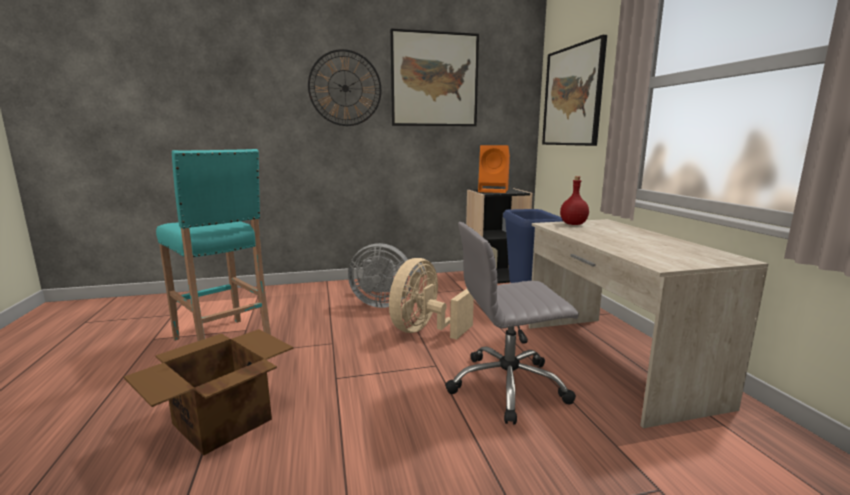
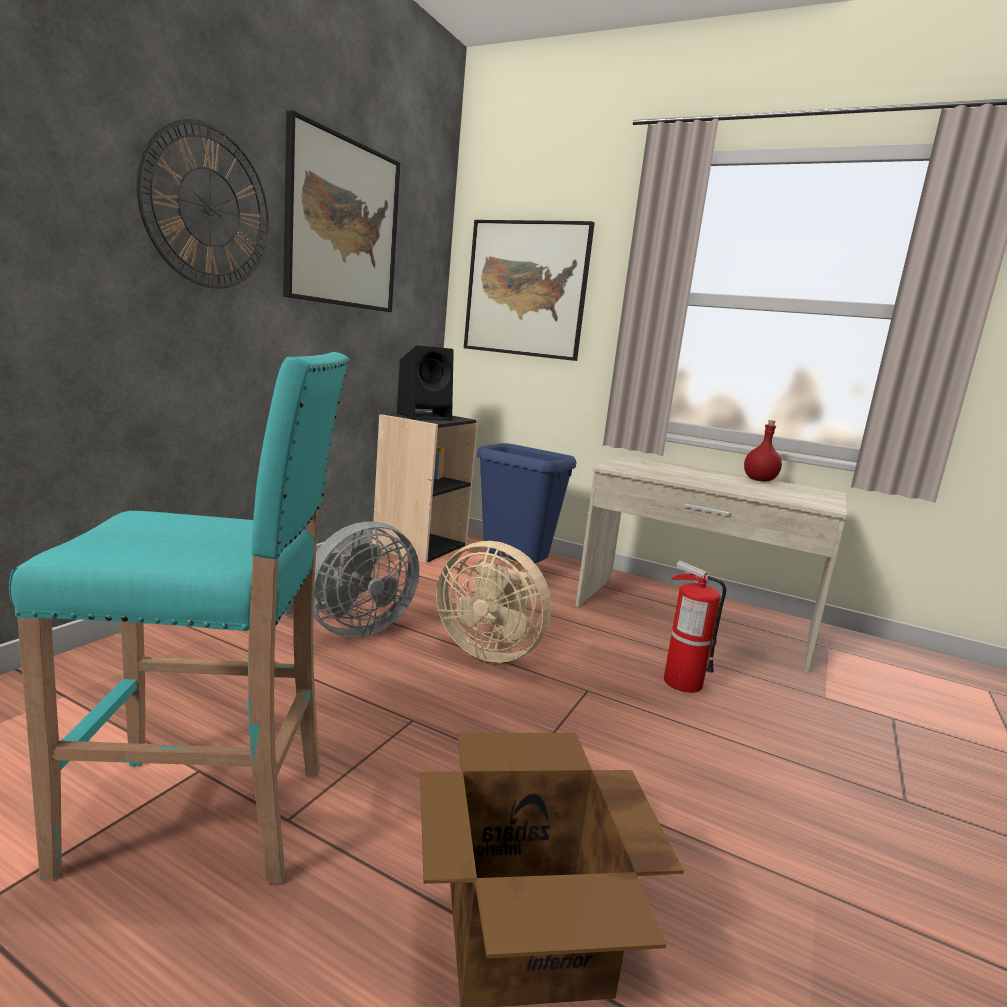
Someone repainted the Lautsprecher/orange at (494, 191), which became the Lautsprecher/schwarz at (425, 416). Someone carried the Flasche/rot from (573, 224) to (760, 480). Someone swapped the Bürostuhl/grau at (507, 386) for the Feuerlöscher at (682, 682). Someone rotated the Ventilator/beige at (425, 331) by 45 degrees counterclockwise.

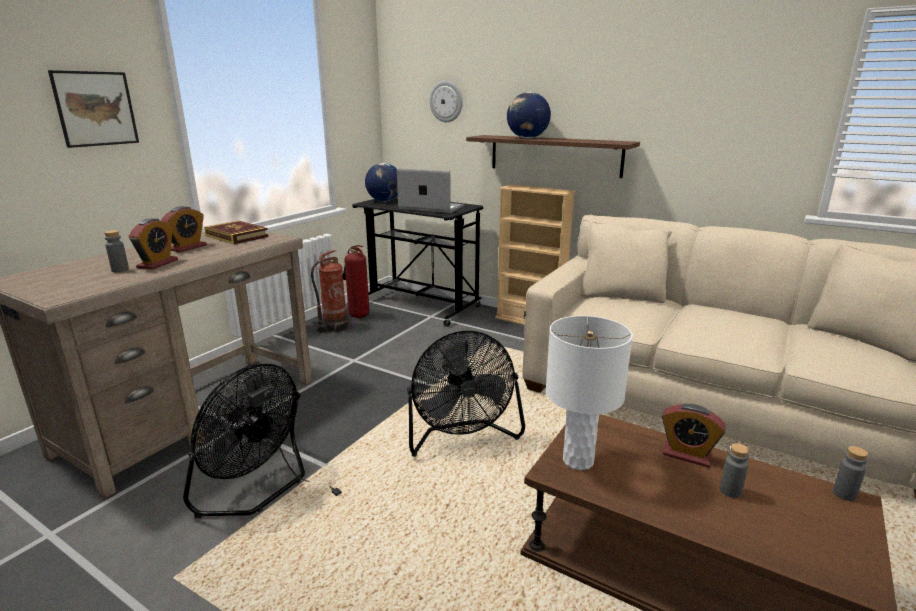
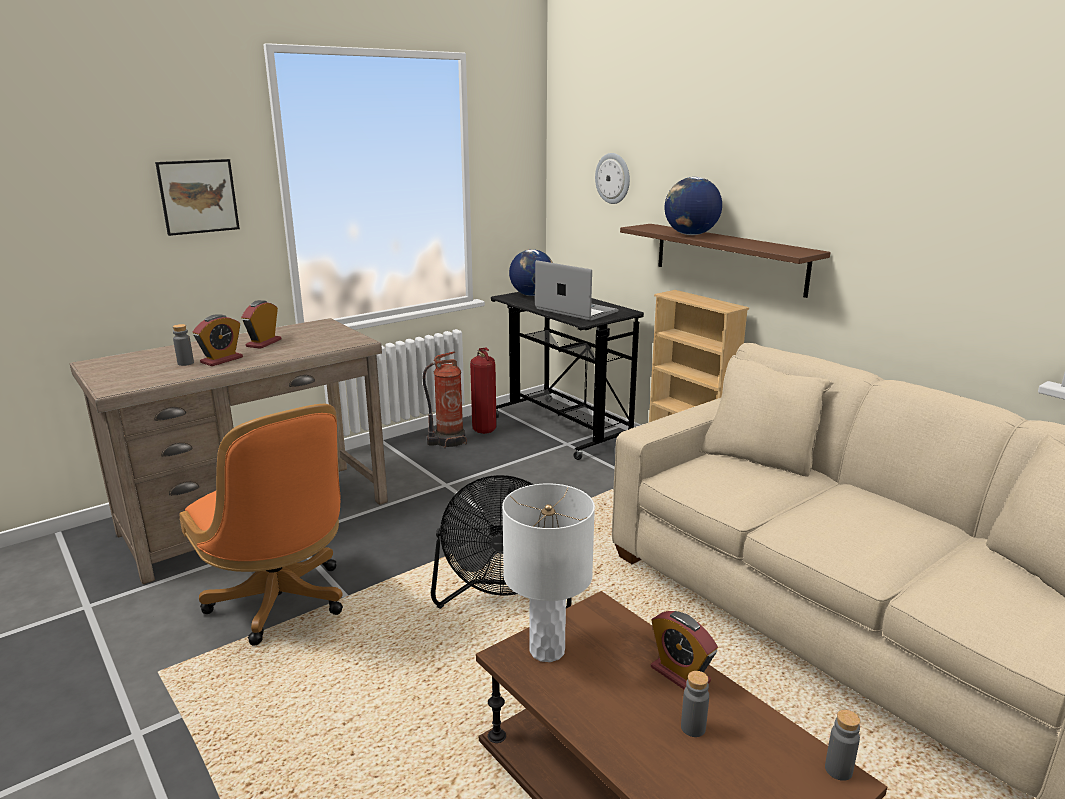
Someone rotated the Wecker at (187, 247) by 150 degrees clockwise. Someone took away the Buch at (236, 236). Someone swapped the Ventilator/schwarz at (271, 486) for the Bürostuhl/orange at (284, 607).

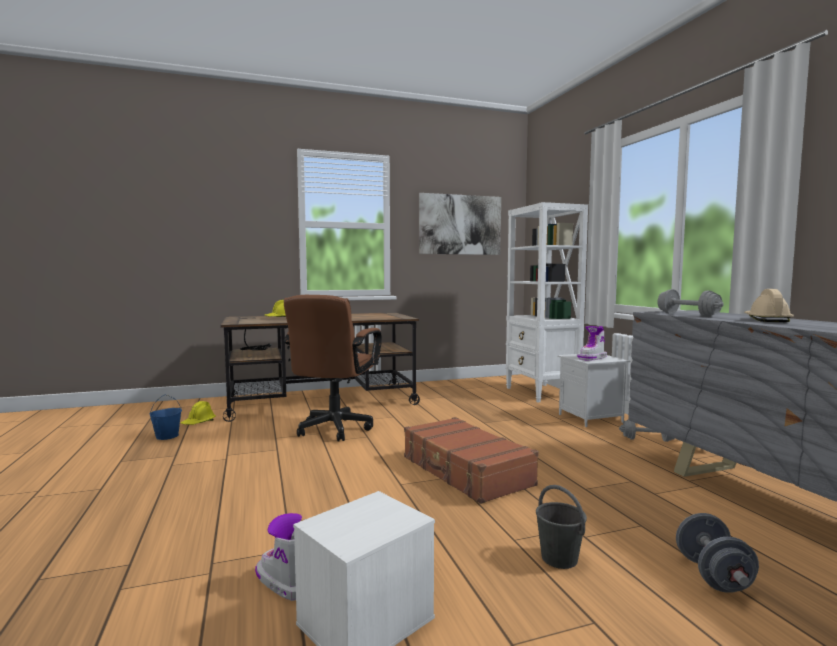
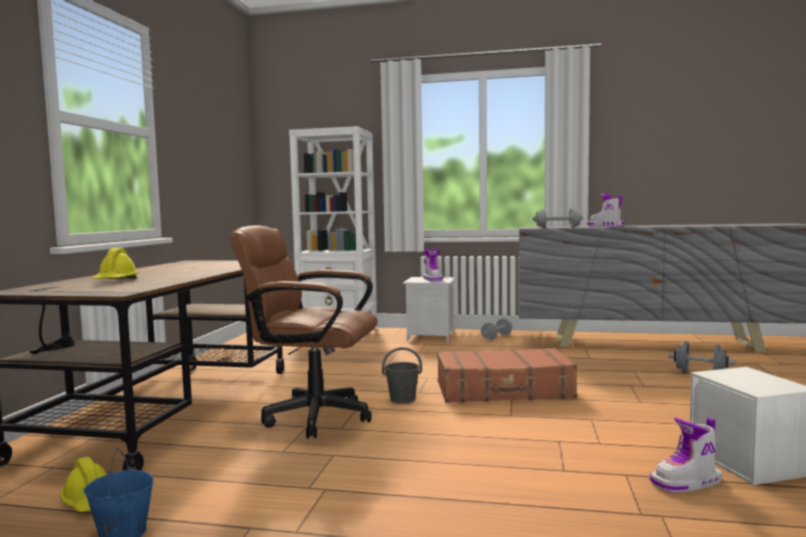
Someone took away the Bild at (460, 224). Someone swapped the Schutzhelm/beige at (766, 320) for the Stiefel at (605, 226). Someone rotated the Bürostuhl/braun at (333, 431) by 150 degrees clockwise. Someone carried the Eimer/grau from (558, 558) to (402, 399).

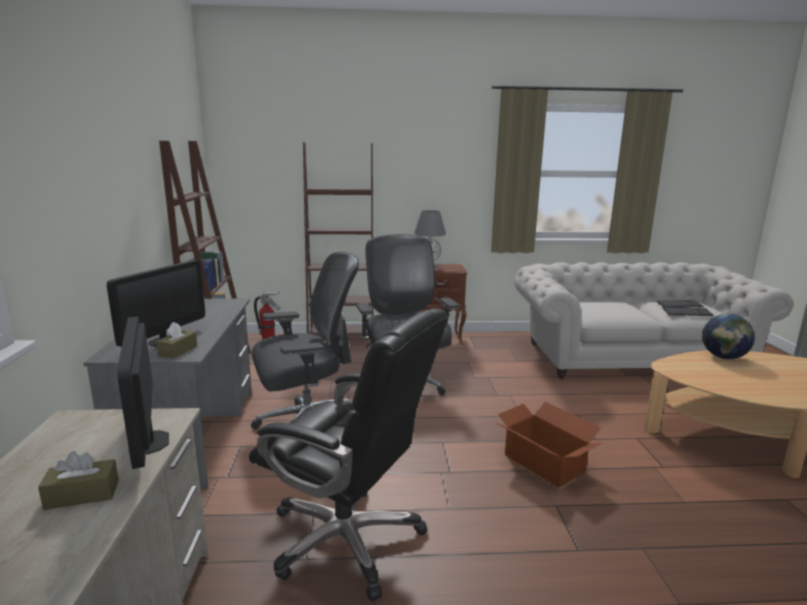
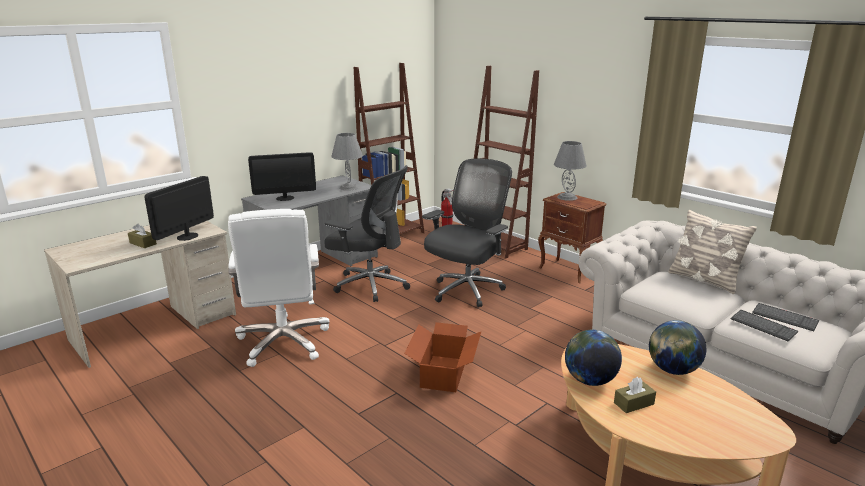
Someone repainted the Bürostuhl/schwarz at (347, 540), which became the Bürostuhl/weiß at (283, 341). Someone carried the Taschentuchbox/braun from (178, 351) to (633, 403). Someone put down the Tischlampe/grau at (348, 187). Someone put down the Kissen/beige at (704, 280). Someone put down the Globus at (590, 381).

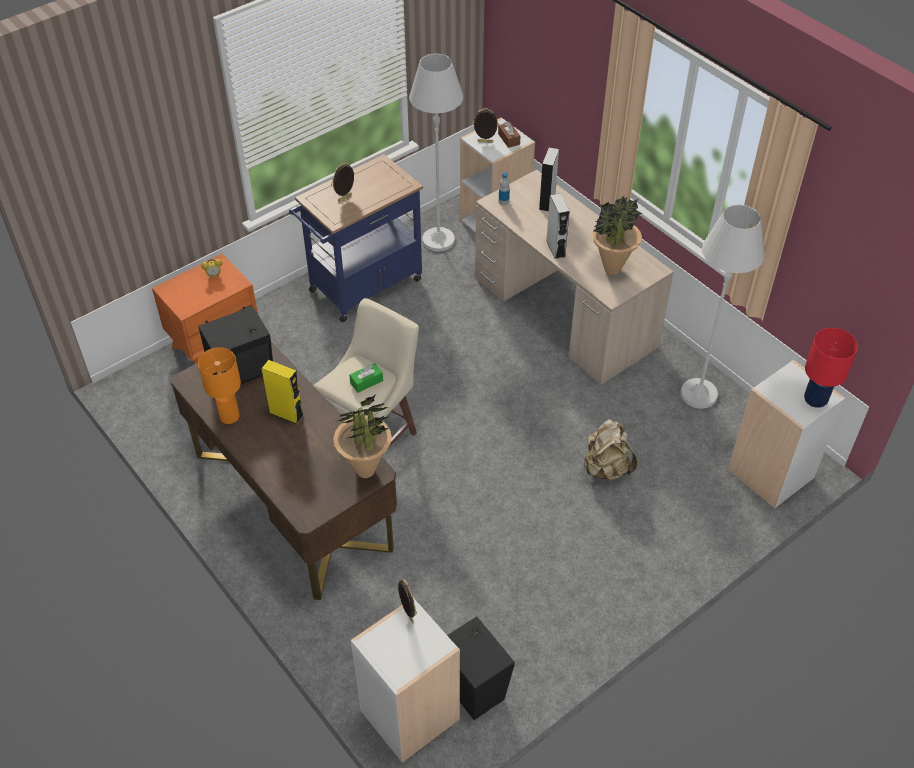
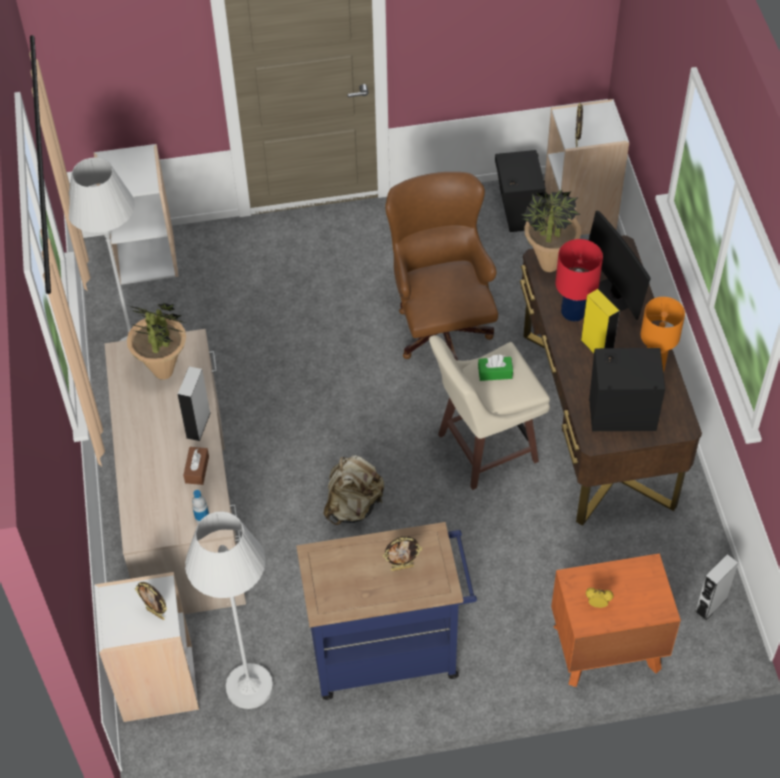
Someone carried the Taschentuchbox/braun from (509, 139) to (197, 469). Someone carried the Lautsprecher/grau from (547, 201) to (711, 605). Someone carried the Tischlampe/rot from (815, 400) to (573, 314). Someone carried the Rucksack/beige from (606, 468) to (353, 506). Someone put down the Bürostuhl/braun at (441, 328). Someone put down the Monitor at (615, 295).

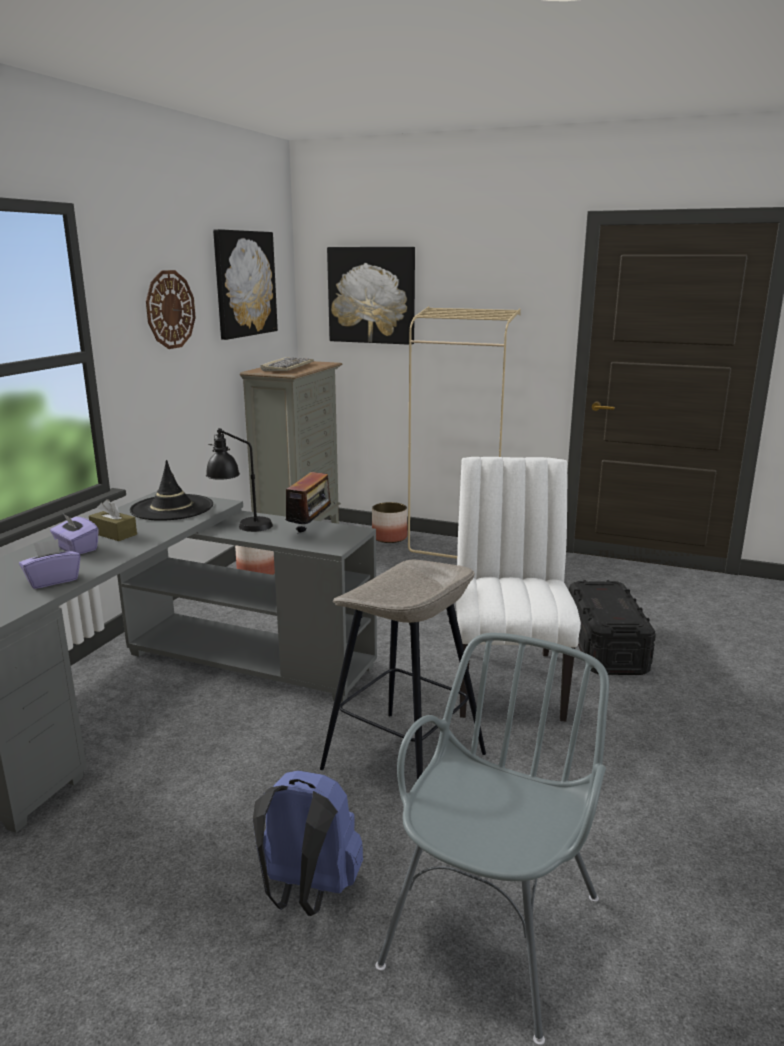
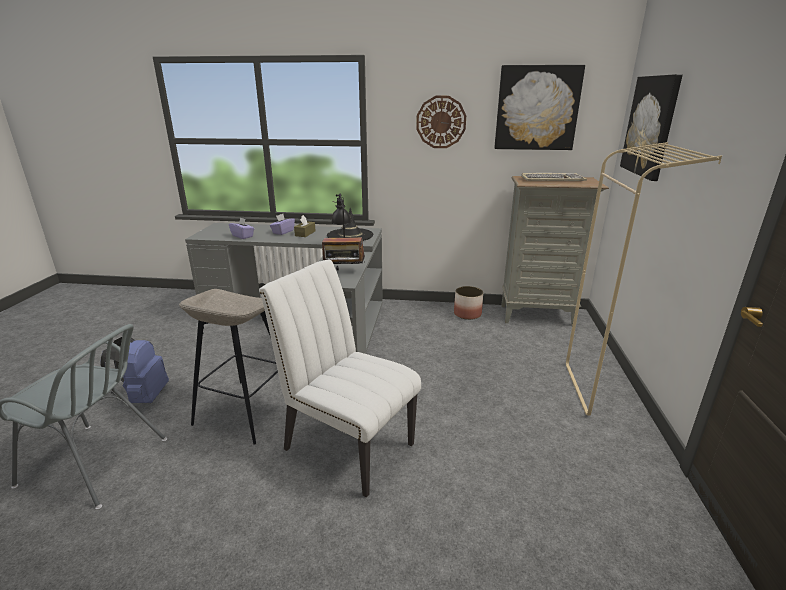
Someone rotated the Stuhl/weiß at (508, 684) by 135 degrees counterclockwise. Someone took away the Pflanzkübel at (389, 537). Someone took away the Aufbewahrungsbox/schwarz at (605, 646).

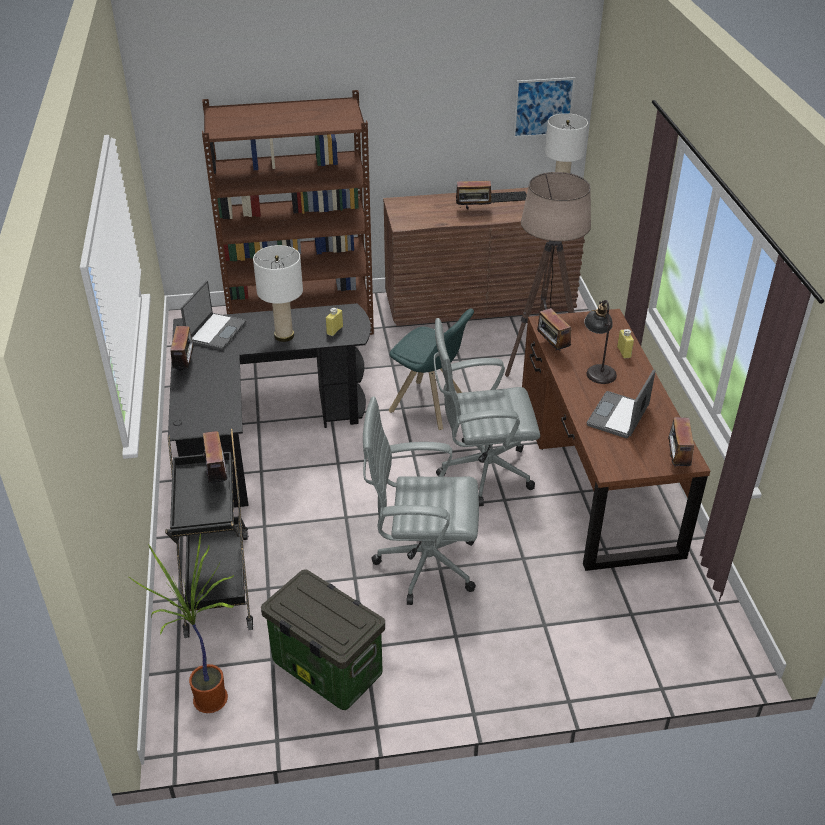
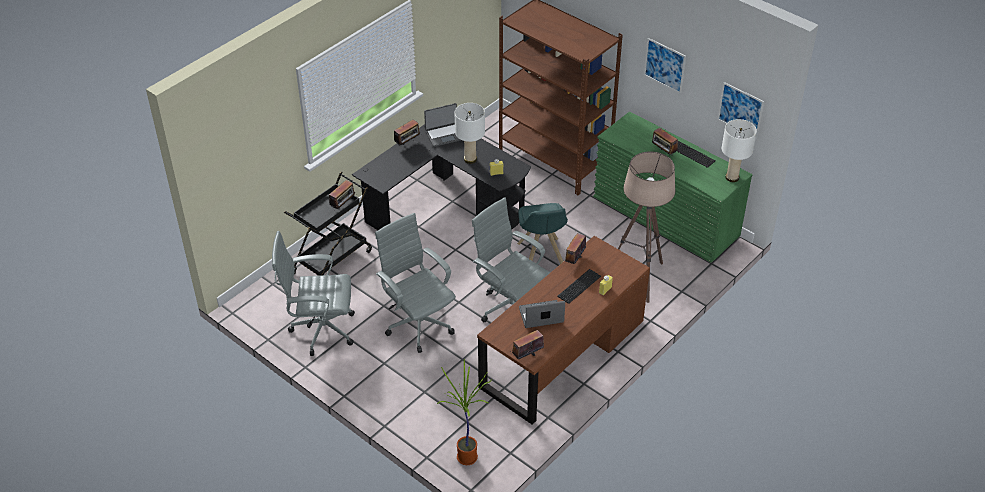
Someone repainted the Kommode/braun at (479, 303), which became the Kommode/grün at (665, 219). Someone swapped the Tischlampe/grau at (597, 366) for the Tastatur at (578, 286). Someone carried the Topfpflanze from (212, 702) to (466, 459). Someone swapped the Aufbewahrungsbox at (325, 668) for the Bürostuhl/grau at (320, 330). Someone put up the Bild at (664, 65).

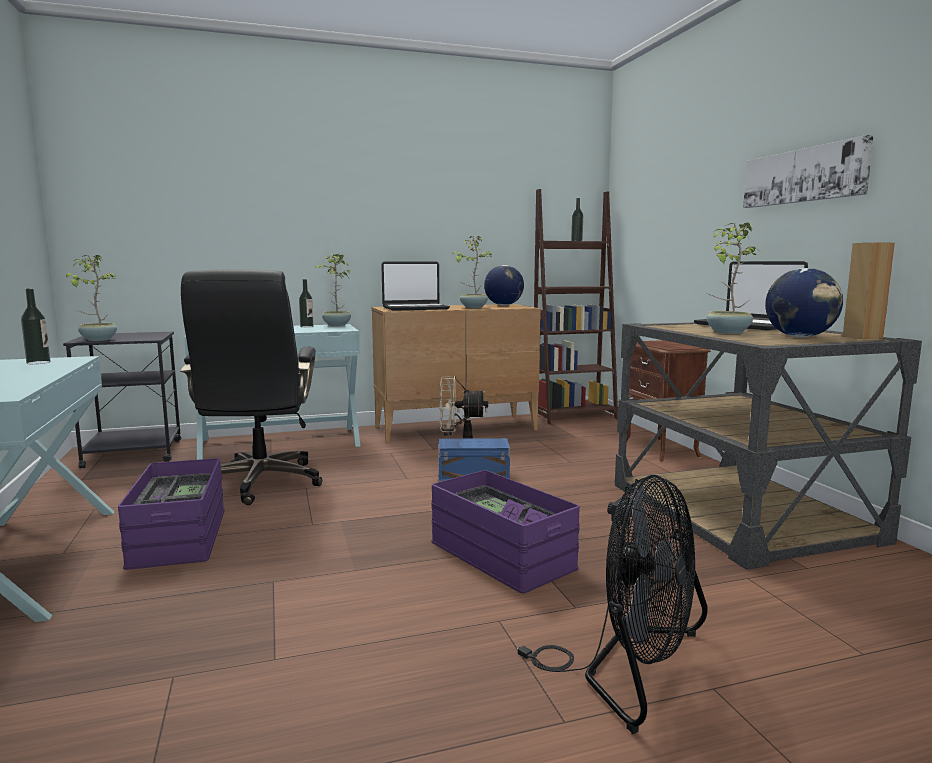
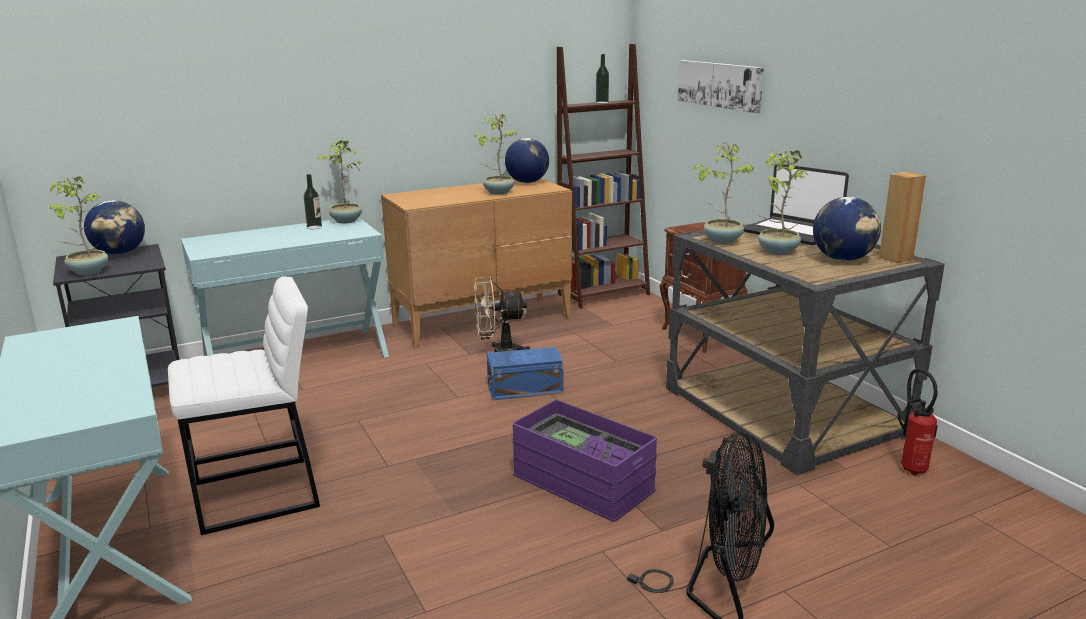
Someone carried the Bild from (803, 176) to (720, 85). Someone took away the Laptop at (415, 308). Someone took away the Bürostuhl/schwarz at (261, 481). Someone took away the Flasche at (38, 362). Someone swapped the Aufbewahrungsbox/lila at (180, 536) for the Stuhl/weiß at (260, 493). Someone put down the Topfpflanze at (722, 240). Someone put down the Globus at (120, 253). Someone put down the Feuerlöscher at (911, 468).

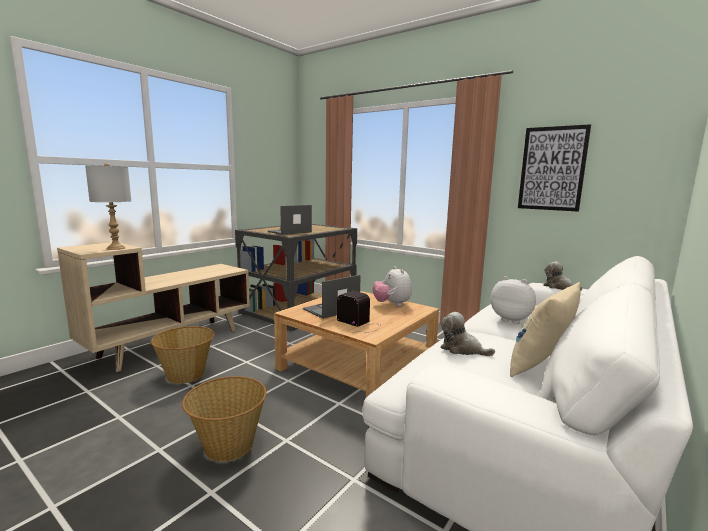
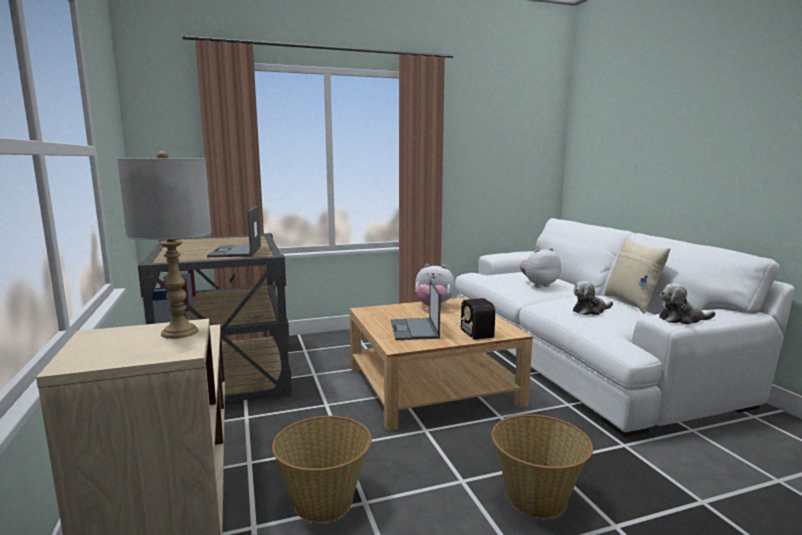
Someone took away the Bild at (552, 169). Someone carried the Plüschtier from (559, 287) to (682, 319). Someone rotated the Radio at (359, 324) by 90 degrees counterclockwise.

